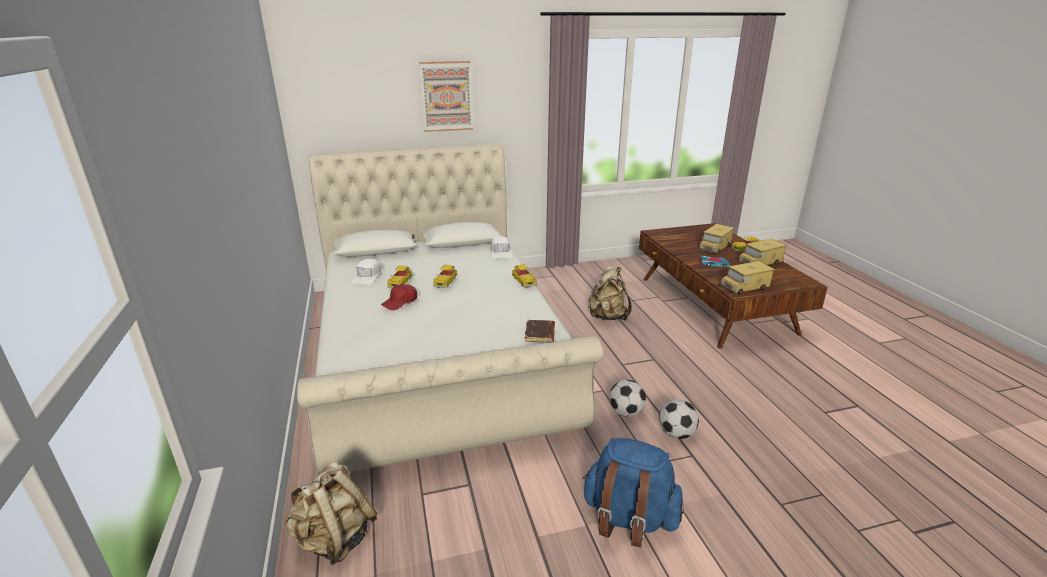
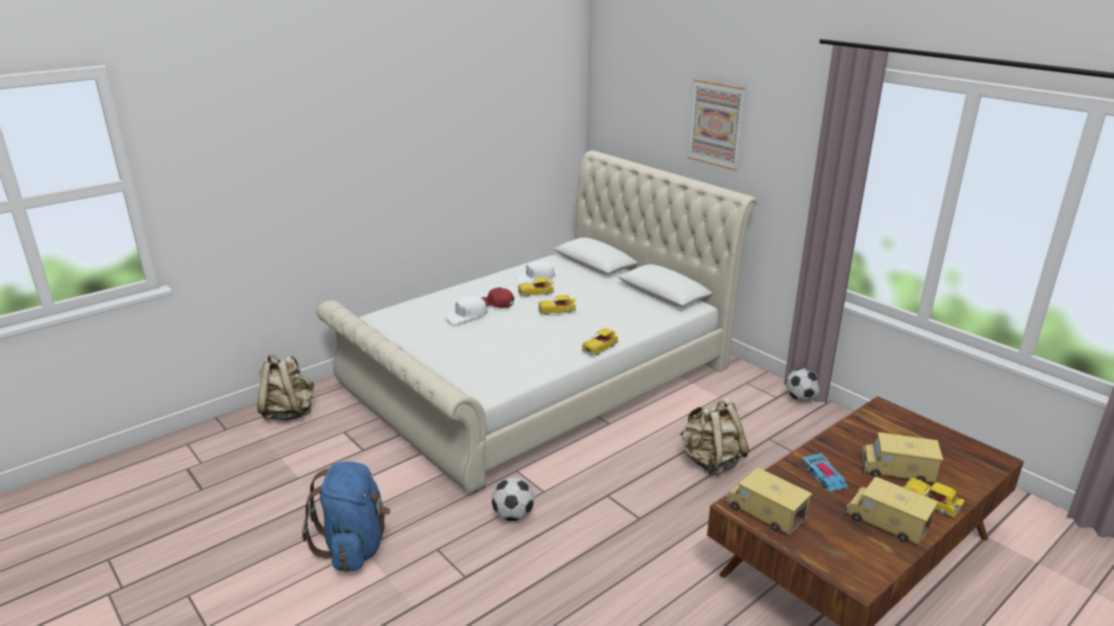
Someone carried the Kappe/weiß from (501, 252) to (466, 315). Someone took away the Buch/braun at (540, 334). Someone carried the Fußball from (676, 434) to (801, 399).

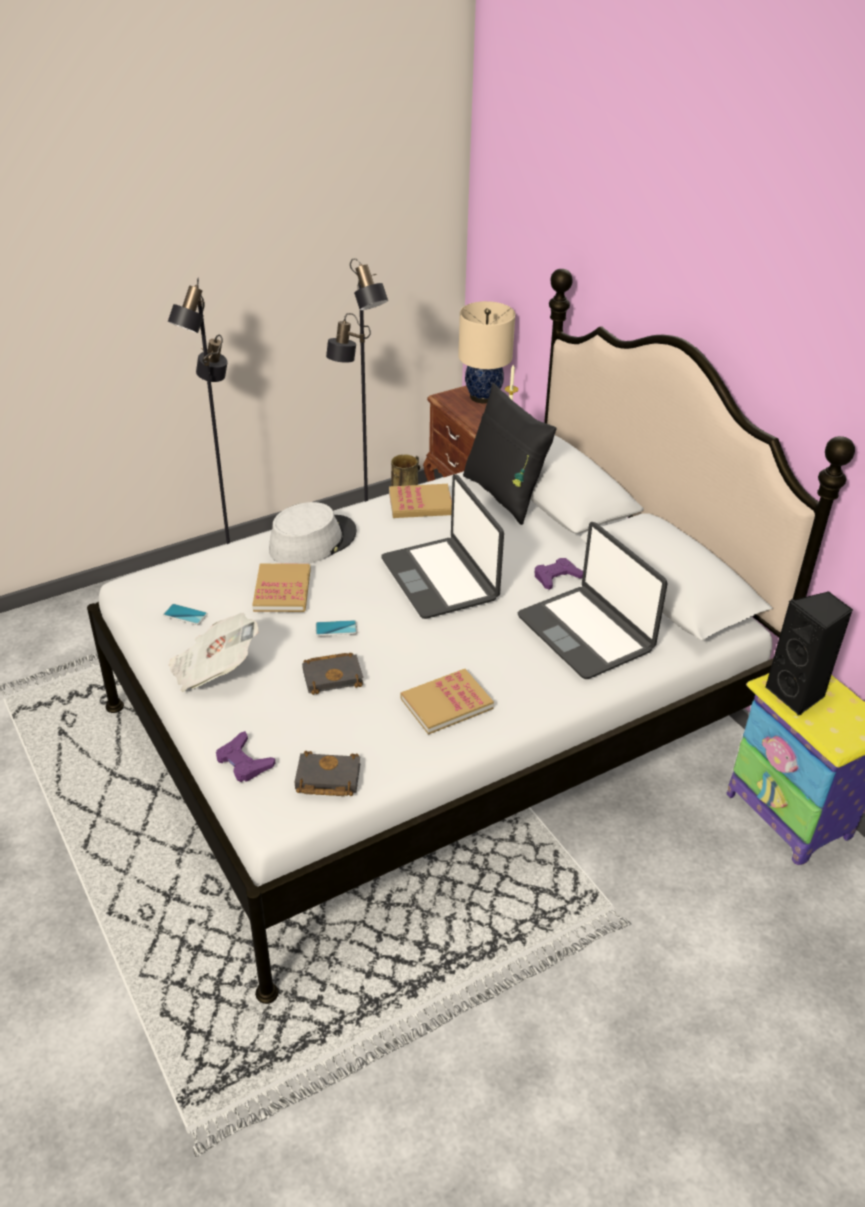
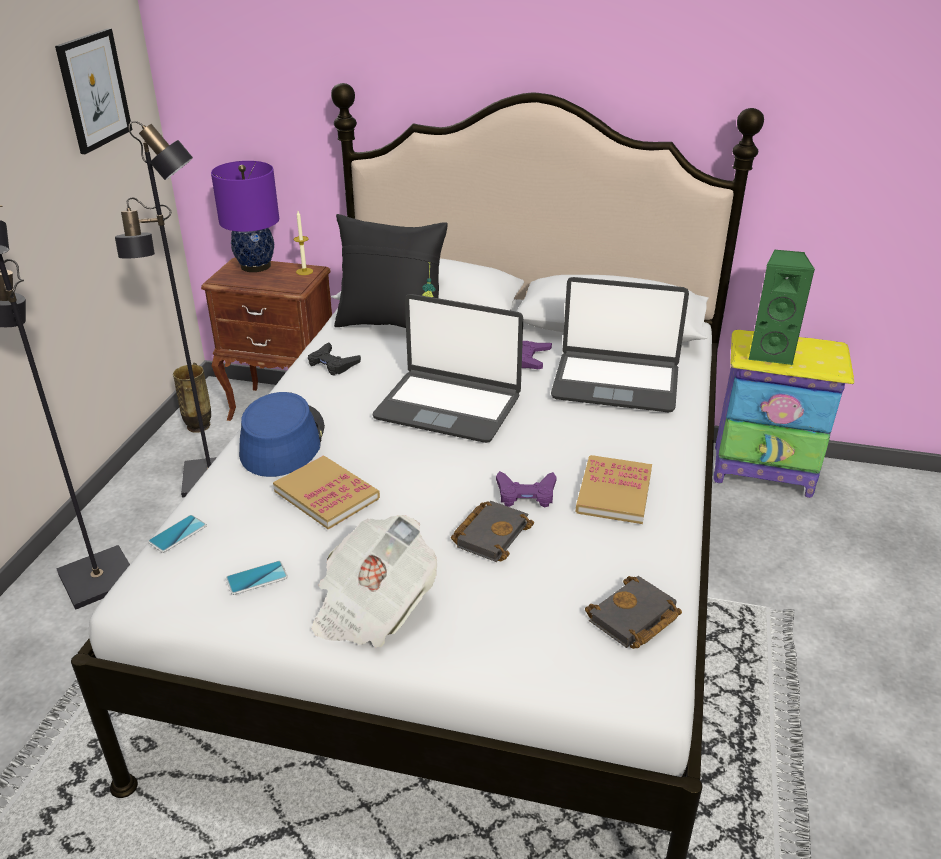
Someone repainted the Tischlampe/beige at (483, 396), which became the Tischlampe/lila at (256, 266). Someone swapped the Buch at (420, 504) for the Gamepad/schwarz at (332, 364). Someone repainted the Hut/grau at (312, 541), which became the Hut/blau at (282, 441). Someone repainted the Lautsprecher/schwarz at (797, 695), which became the Lautsprecher/grün at (770, 354). Someone carried the Handy from (336, 629) to (177, 534). Someone carried the Gamepad/lila from (244, 762) to (526, 494). Someone put up the Bild at (94, 90).

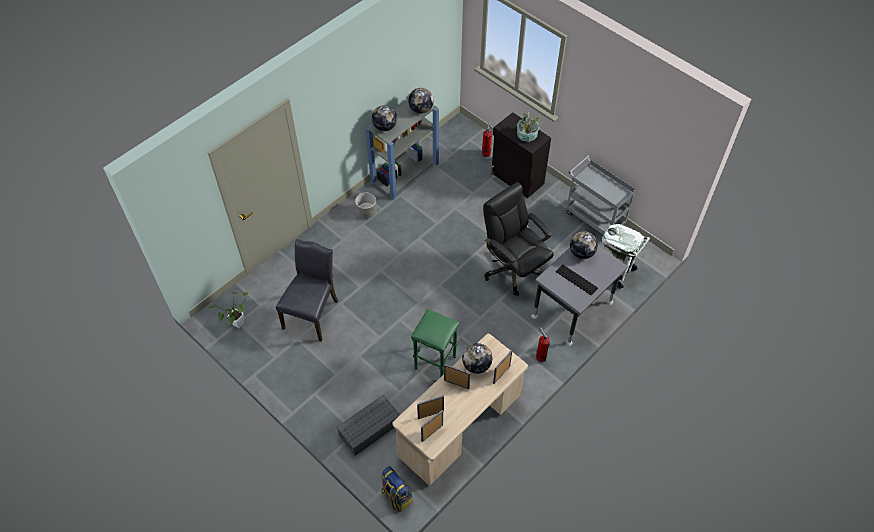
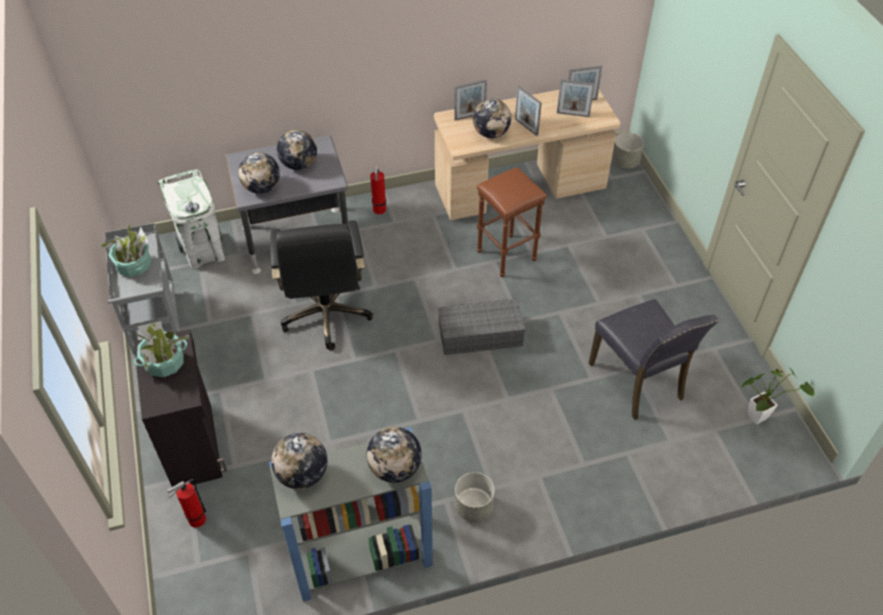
Someone rotated the Stuhl/grau at (312, 313) by 75 degrees counterclockwise. Someone swapped the Tastatur at (576, 279) for the Globus at (299, 164). Someone repainted the Hocker/grün at (435, 361), which became the Hocker/braun at (506, 256). Someone carried the Aufbewahrungsbox/grau from (369, 430) to (481, 334). Someone swapped the Rucksack at (396, 496) for the Pflanzkübel/grau at (625, 162). Someone put down the Topfpflanze at (134, 265).

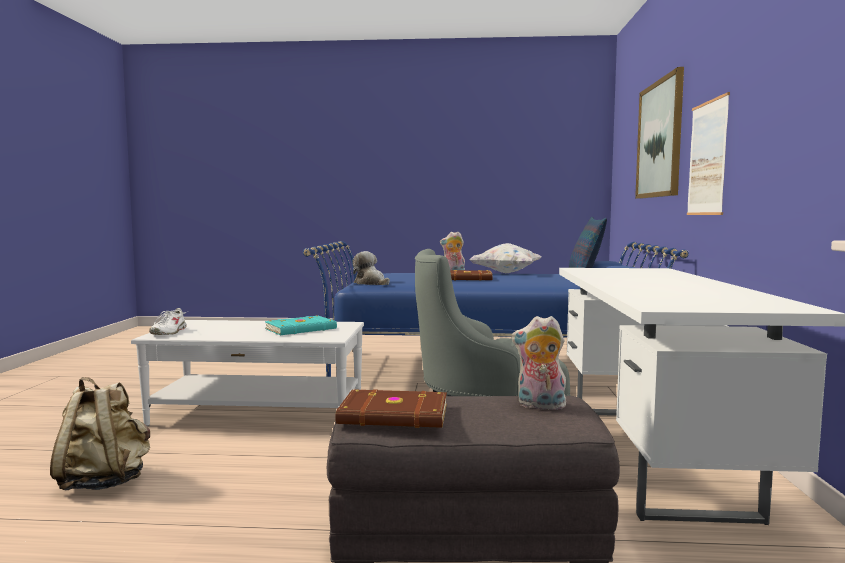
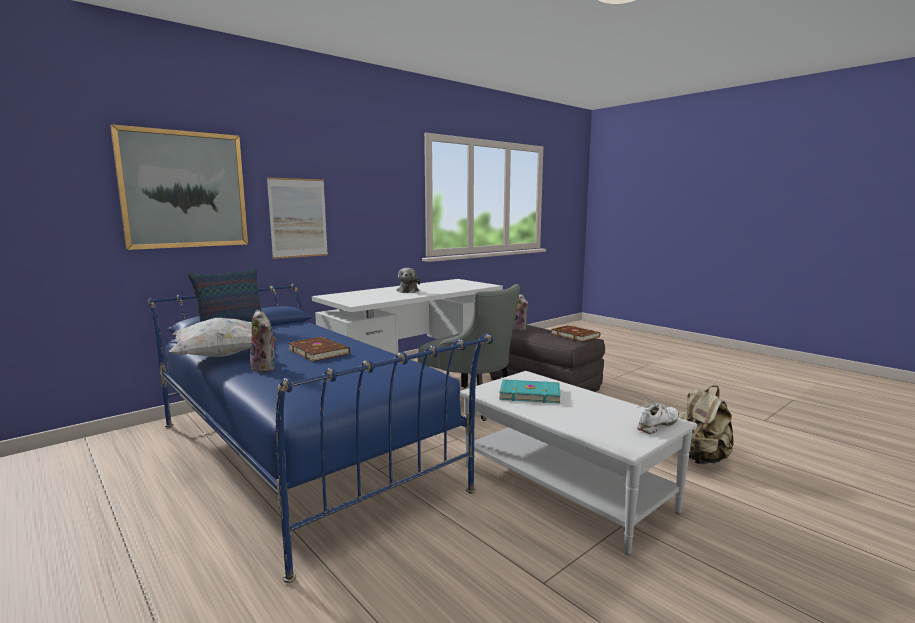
Someone carried the Plüschtier from (371, 283) to (408, 291).

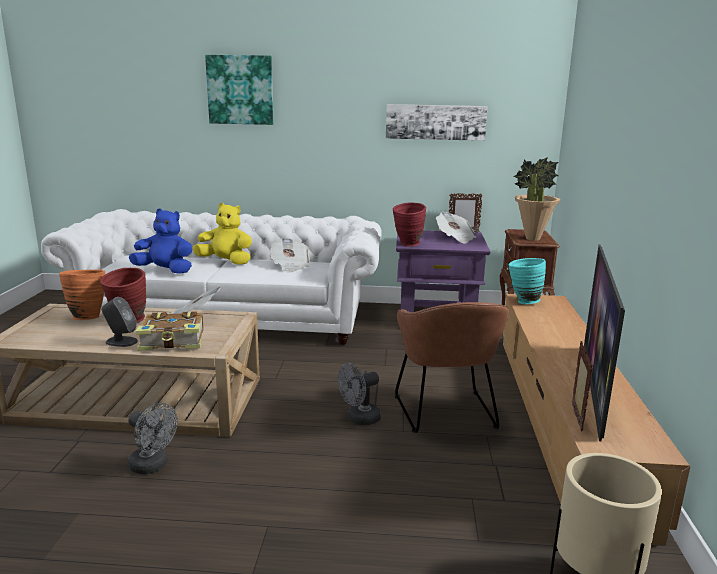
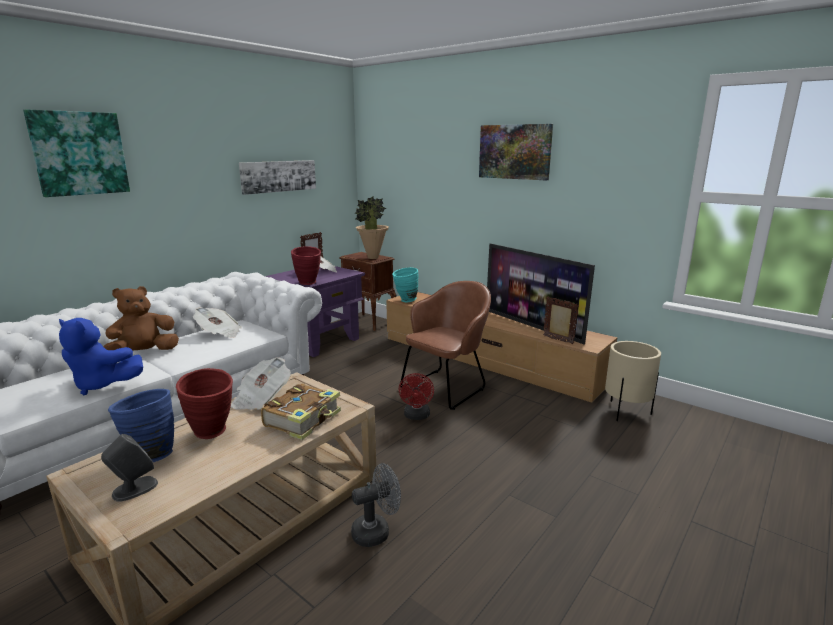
Someone repainted the Plüschtier/gelb at (226, 262), which became the Plüschtier/braun at (143, 353). Someone rotated the Plüschtier/blau at (165, 271) by 120 degrees counterclockwise. Someone repainted the Vase/orange at (88, 317), which became the Vase/blau at (150, 455). Someone carried the Lautsprecher/grau from (121, 341) to (134, 489). Someone rotated the Sessel/braun at (446, 415) by 75 degrees counterclockwise. Someone repainted the Ventilator/grau at (359, 419), which became the Ventilator/rot at (417, 416). Someone put up the Bild at (515, 152).

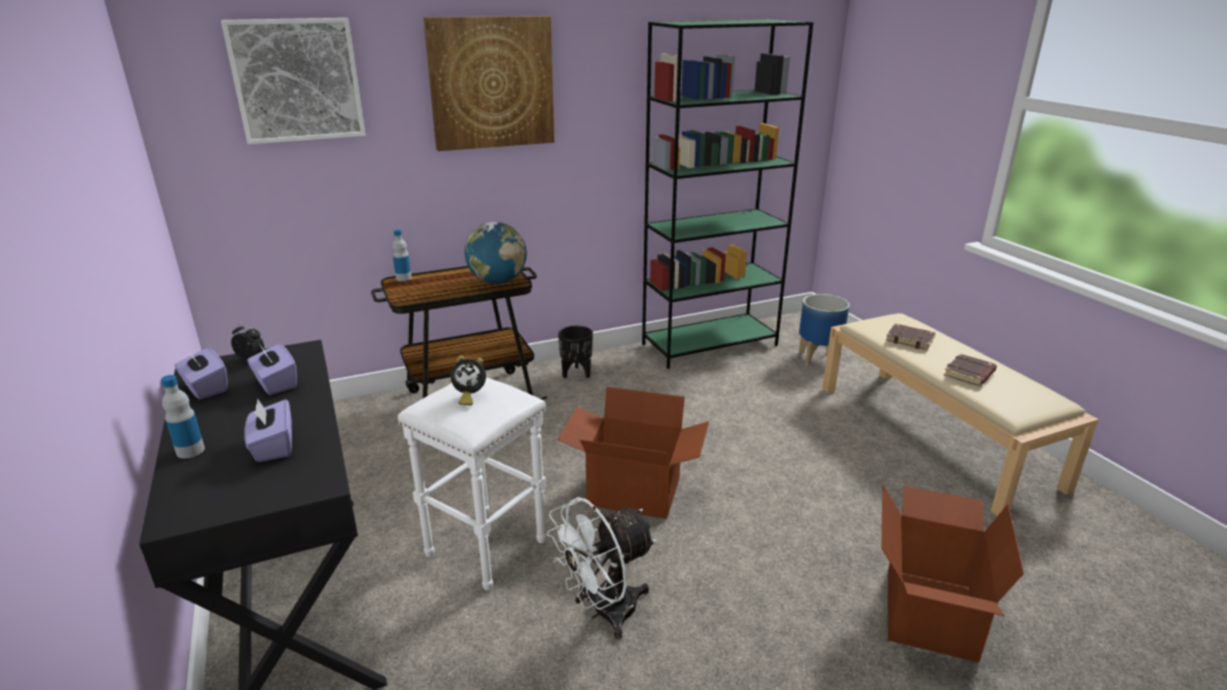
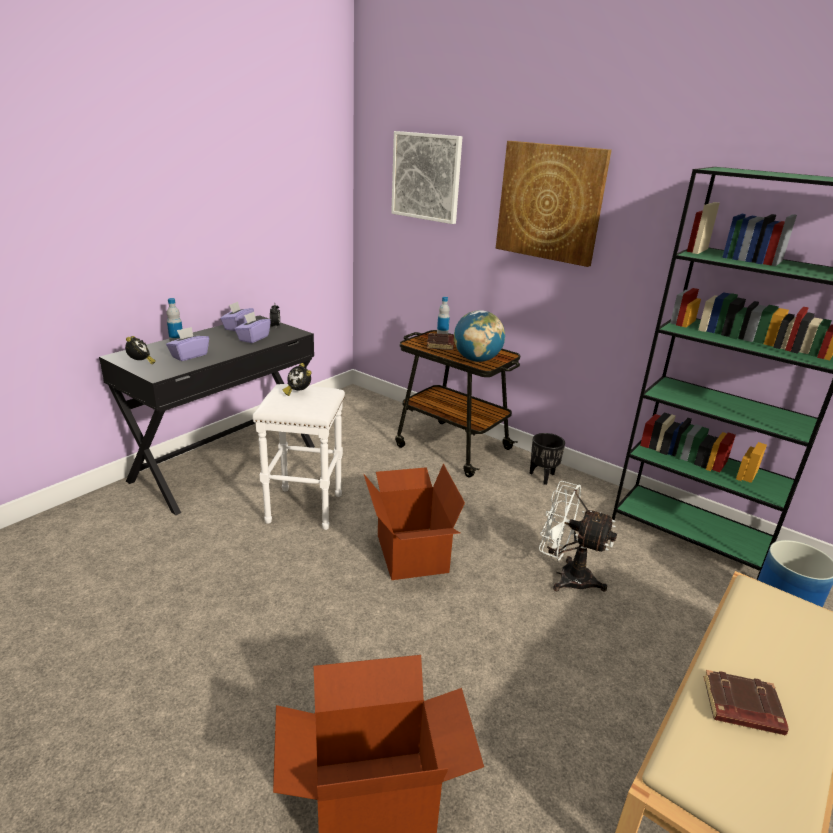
Someone carried the Buch/braun from (910, 340) to (441, 344). Someone carried the Ventilator/weiß from (604, 612) to (566, 576). Someone put down the Wecker at (141, 363).

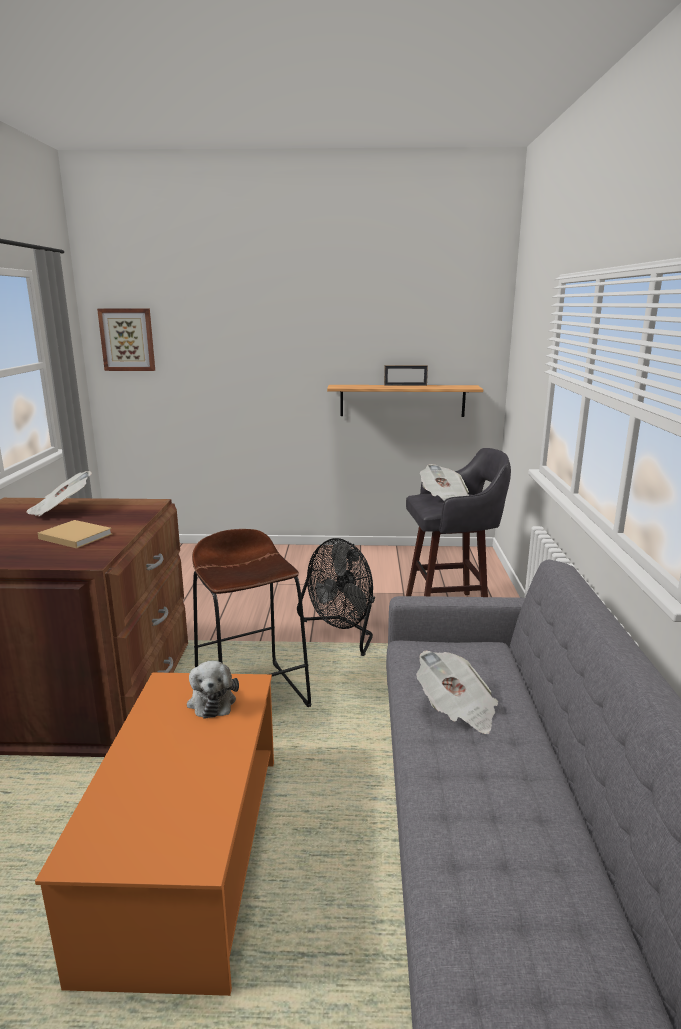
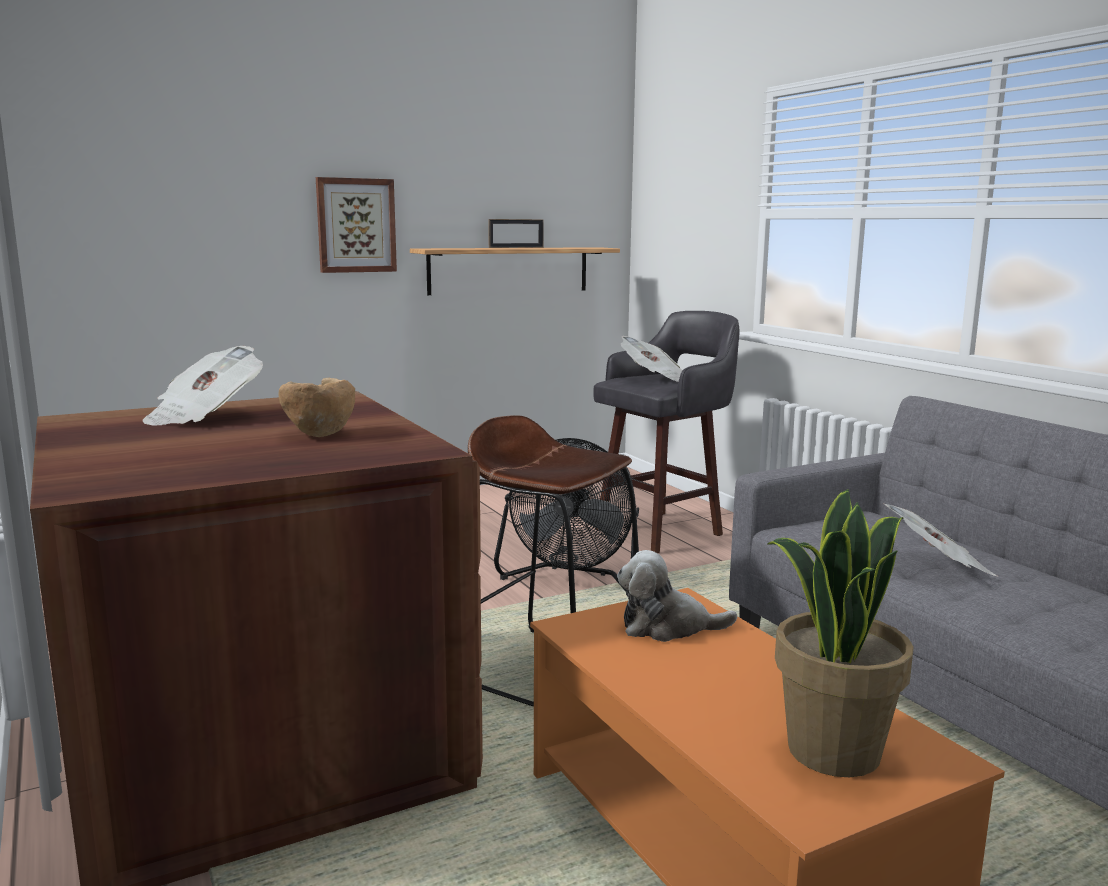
Someone carried the Bild from (127, 339) to (356, 225). Someone swapped the Buch/beige at (74, 536) for the Schüssel/braun at (318, 435). Someone rotated the Plüschtier at (212, 700) by 135 degrees clockwise. Someone put down the Topfpflanze at (831, 750).

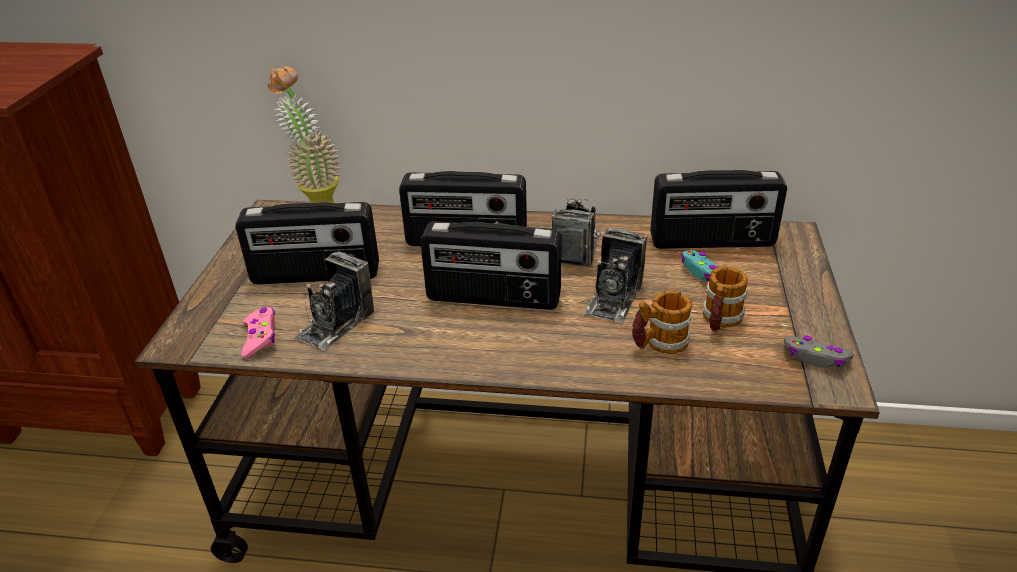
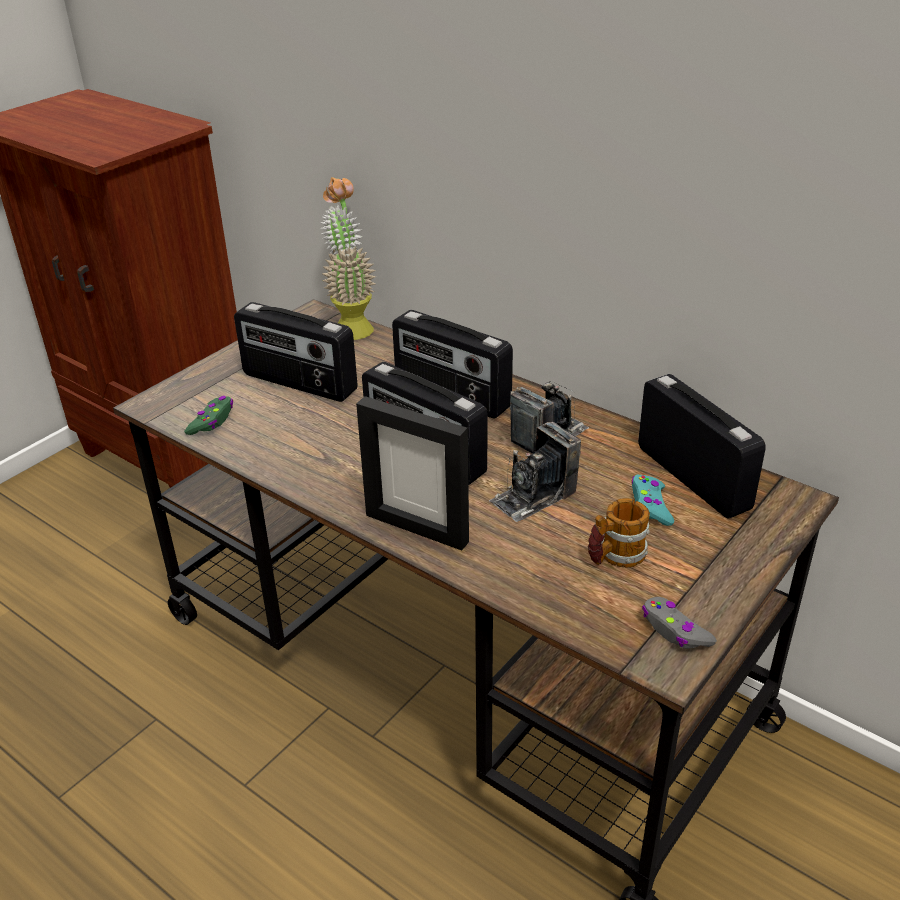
Someone rotated the Radio at (712, 242) by 150 degrees counterclockwise. Someone took away the Kamera at (336, 323). Someone took away the Henkelbecher at (659, 343). Someone repainted the Gamepad/rosa at (260, 337), which became the Gamepad/grün at (212, 421). Someone put down the Bilderrahmen at (418, 527).

